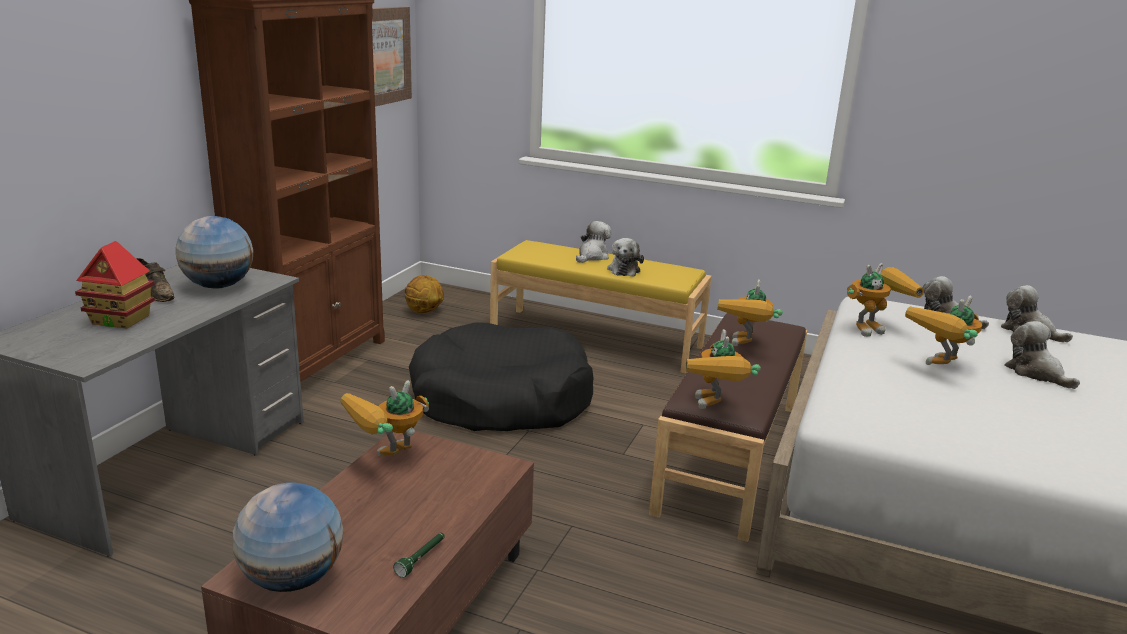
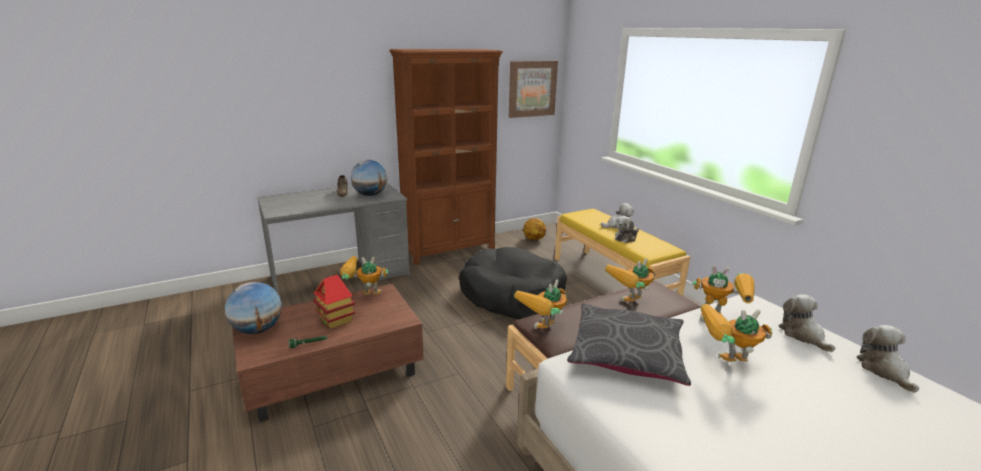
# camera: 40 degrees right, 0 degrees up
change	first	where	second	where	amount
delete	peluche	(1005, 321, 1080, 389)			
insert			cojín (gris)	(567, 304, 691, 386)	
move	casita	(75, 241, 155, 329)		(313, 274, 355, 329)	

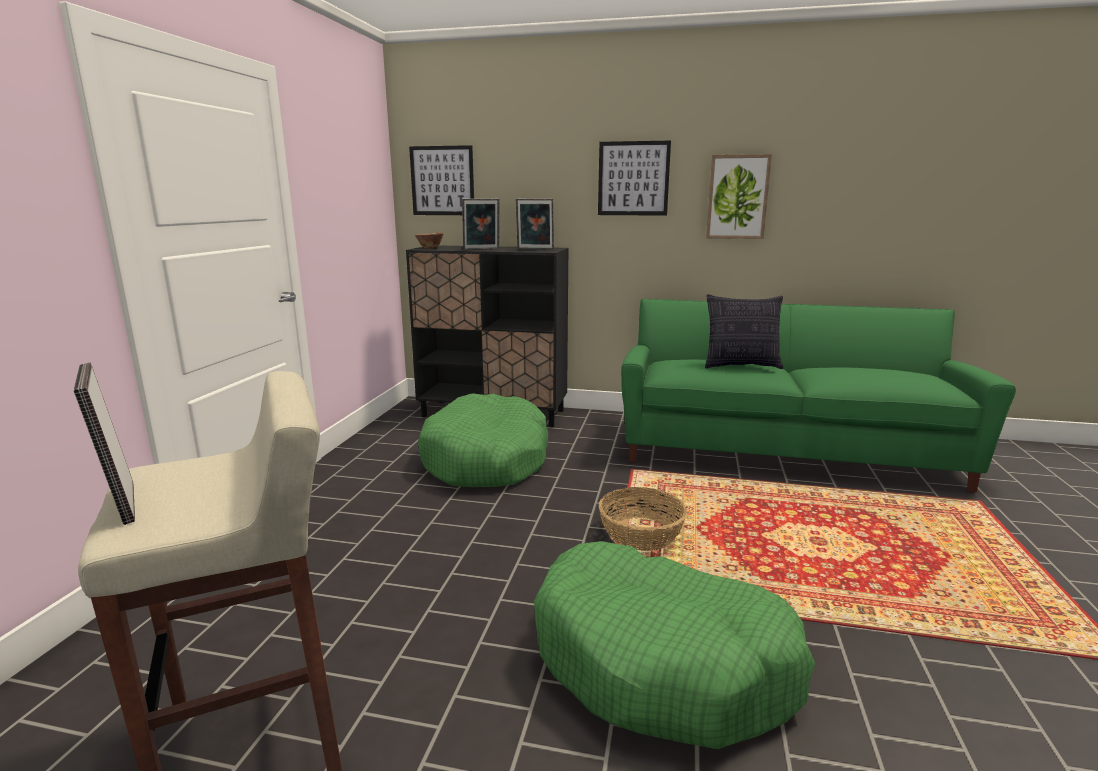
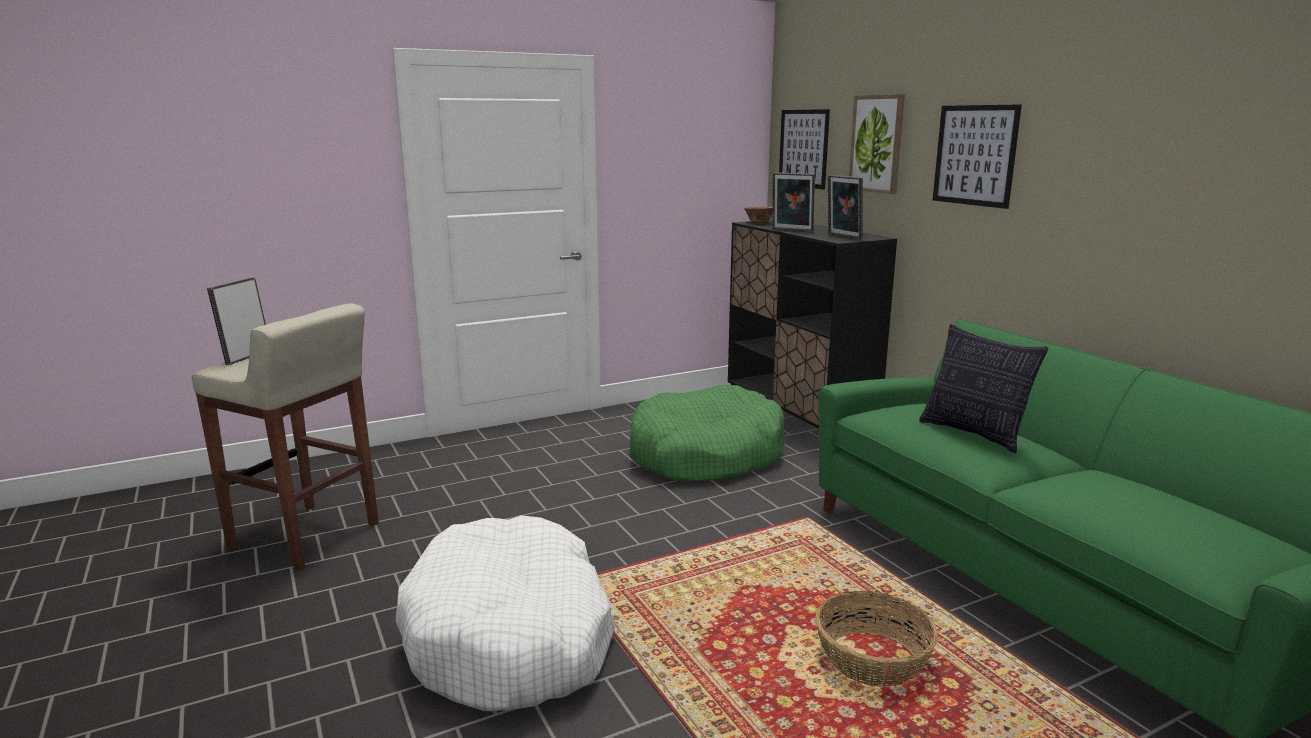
# camera: 50 degrees right, 0 degrees up
change	first	where	second	where	amount
move	cesta	(599, 487, 687, 551)		(815, 591, 938, 687)	
move	cuadro	(706, 154, 772, 239)		(849, 94, 905, 194)	
recolor	cama para perro (verde)	(534, 541, 815, 749)	cama para perro (blanco)	(395, 515, 615, 711)	

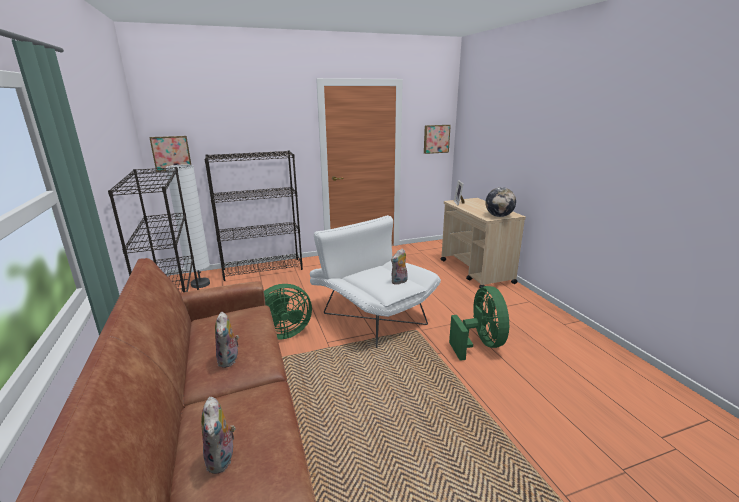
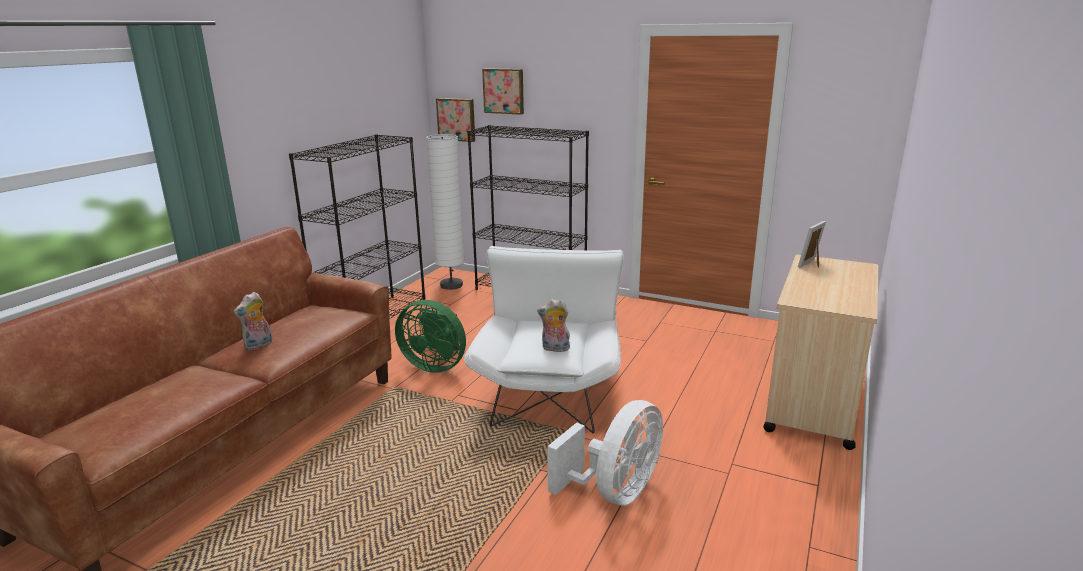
# camera: 45 degrees right, 0 degrees up
change	first	where	second	where	amount
delete	peluche	(201, 397, 235, 474)			
delete	globo terráqueo	(485, 187, 516, 217)			
move	cuadro	(424, 125, 451, 154)		(482, 68, 524, 115)	
recolor	ventilador (verde)	(449, 286, 509, 361)	ventilador (blanco)	(547, 400, 663, 506)	

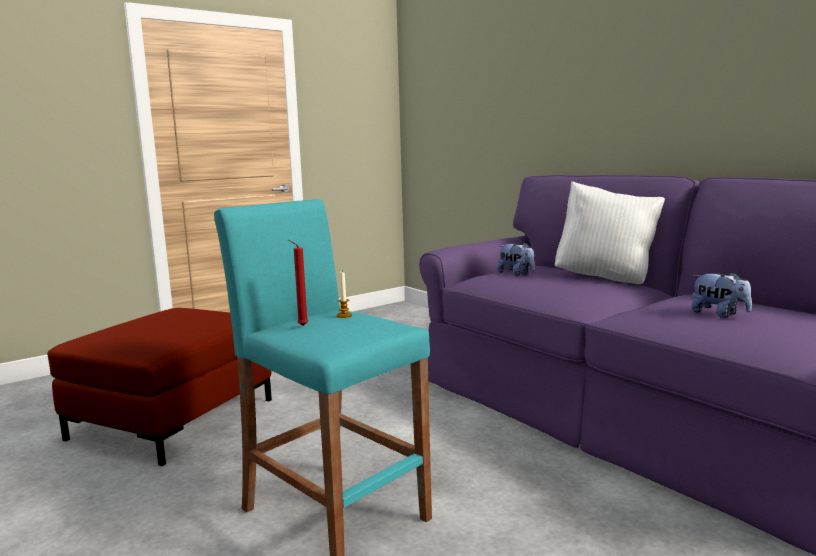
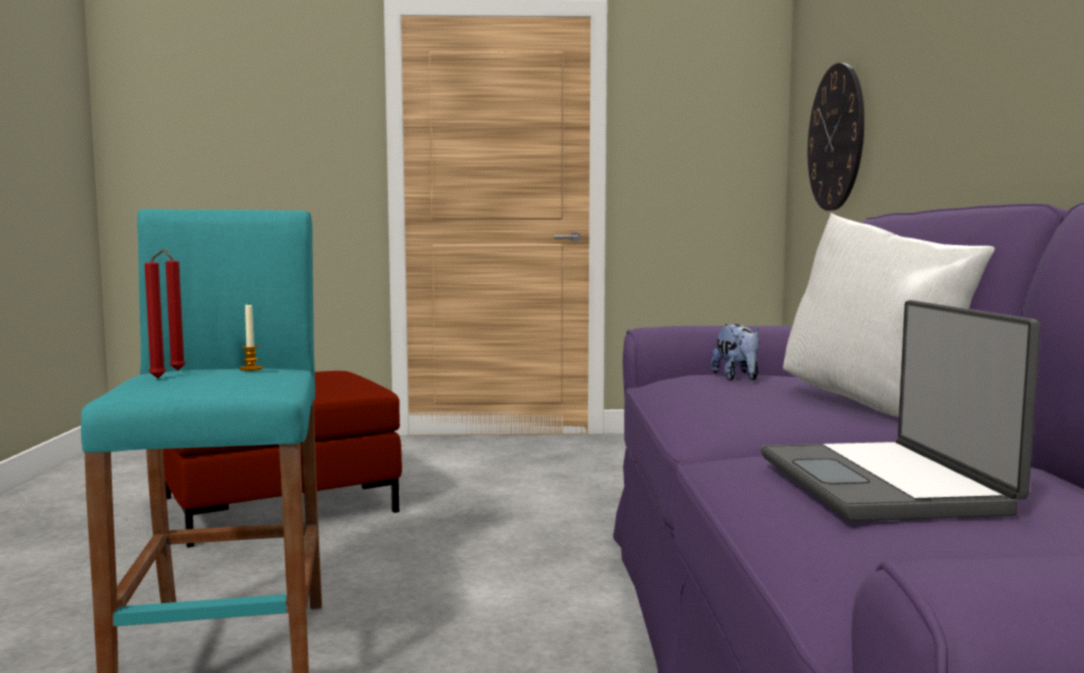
# camera: 35 degrees right, 5 degrees down
change	first	where	second	where	amount
insert			vela (rojo)	(145, 250, 166, 378)	
insert			reloj de pared	(808, 63, 864, 211)	
replace	peluche	(691, 272, 752, 318)	portátil	(761, 300, 1041, 521)	

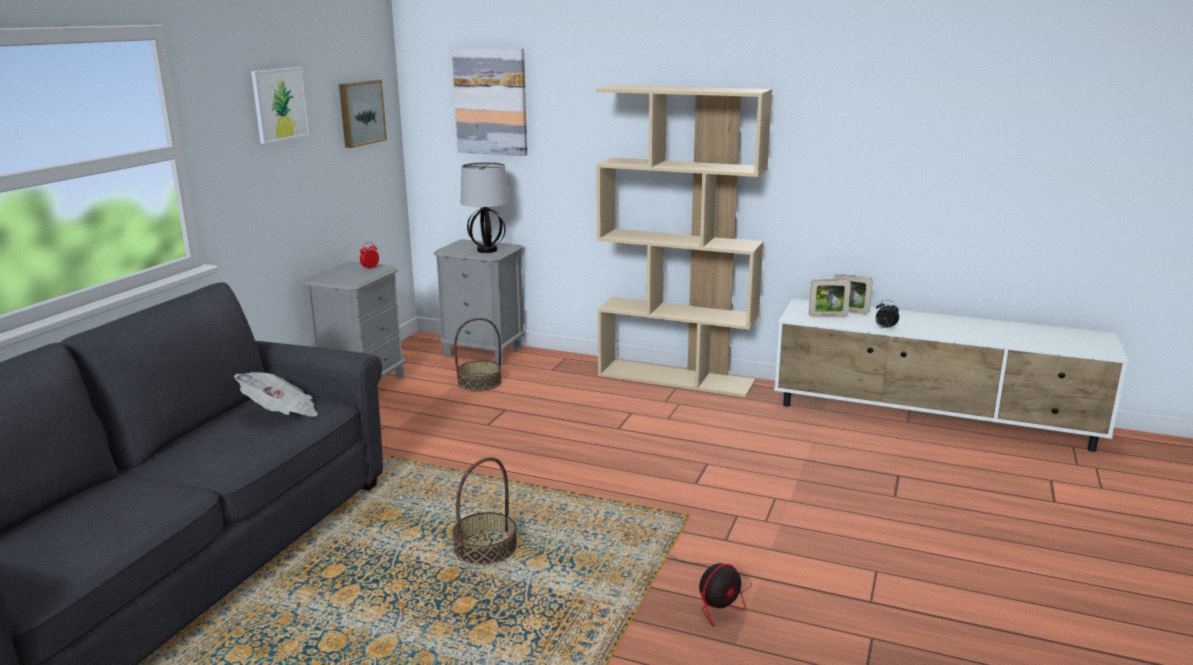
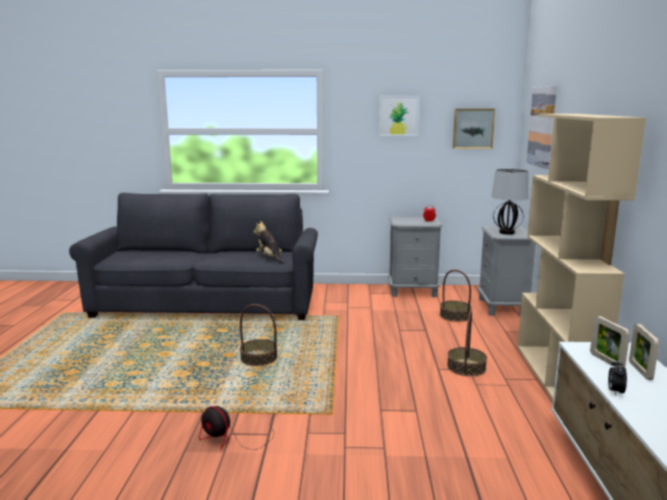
# camera: 70 degrees right, 5 degrees down
change	first	where	second	where	amount
insert			cesta	(447, 310, 487, 376)	
replace	periódico	(234, 372, 318, 417)	peluche	(254, 221, 285, 264)	

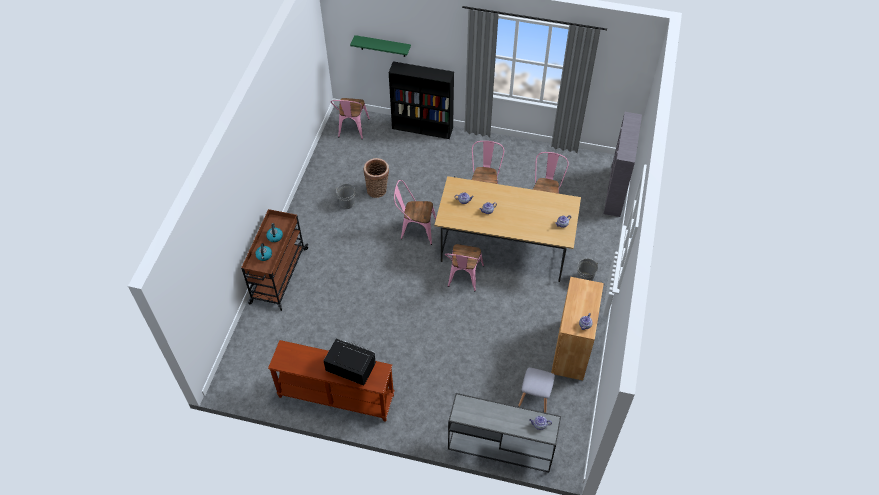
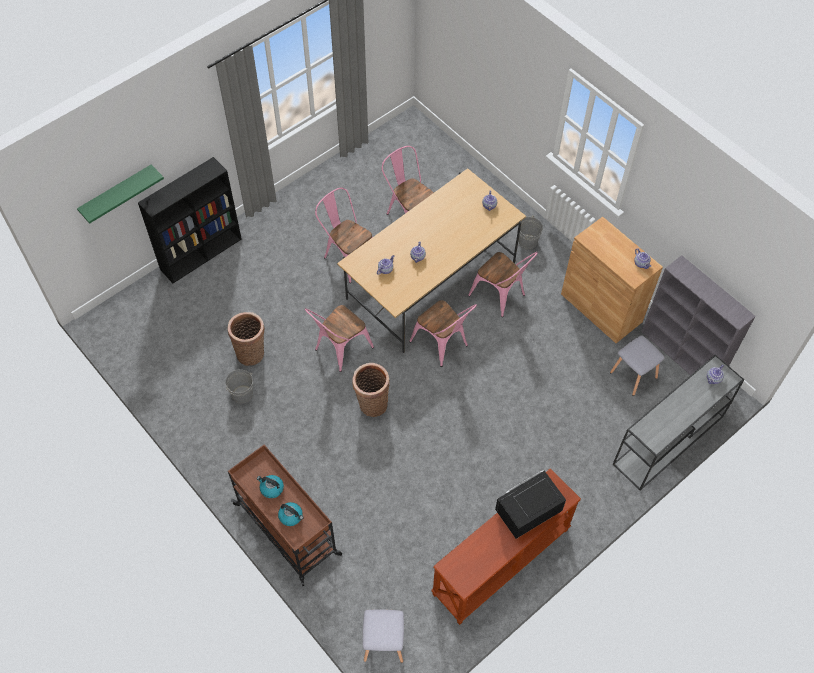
# camera: 55 degrees left, 5 degrees up
change	first	where	second	where	amount
insert			cesta	(353, 363, 390, 417)	
insert			taburete (gris)	(363, 609, 404, 663)	
move	silla (rosa)	(331, 98, 370, 139)		(468, 252, 538, 317)	
move	estantería (gris)	(604, 112, 642, 217)		(641, 255, 756, 375)	

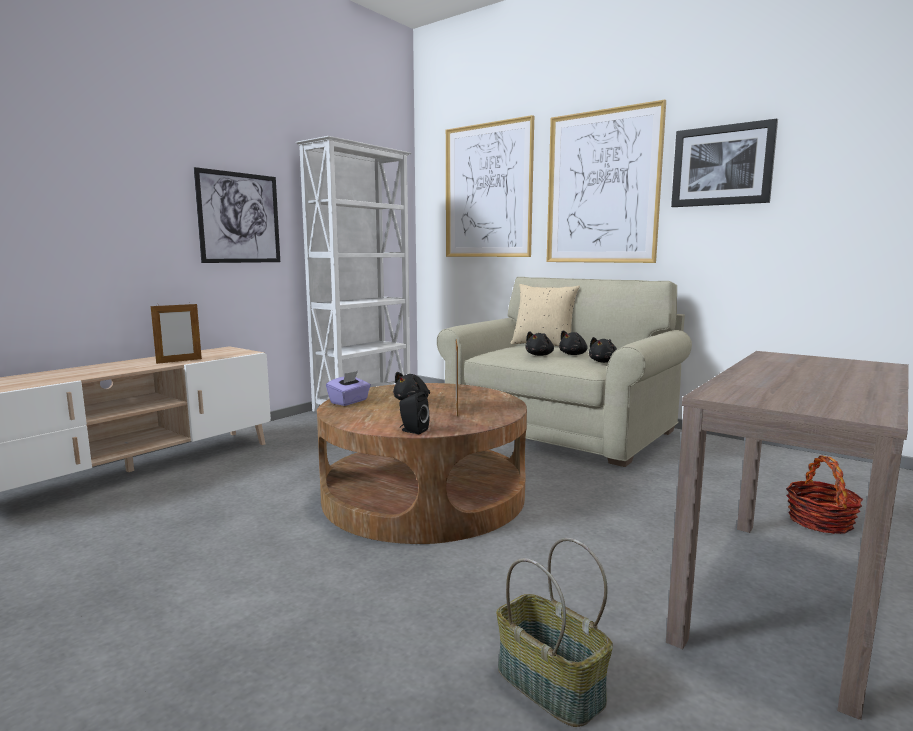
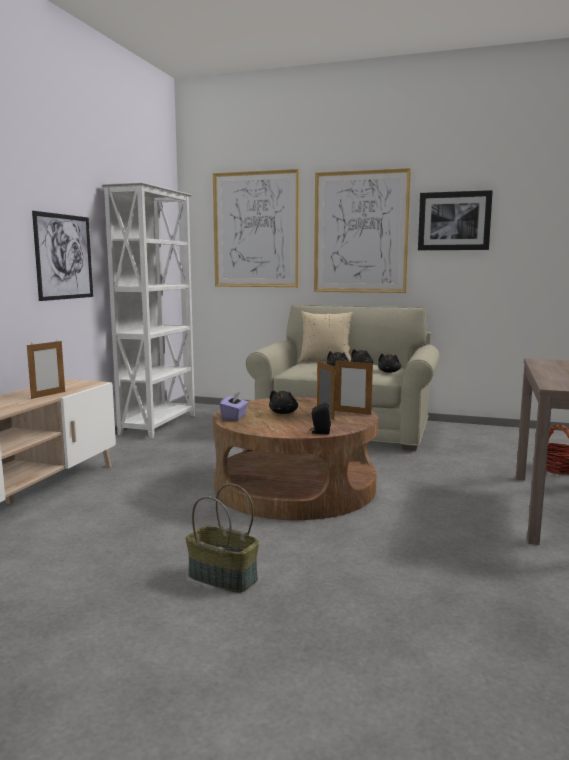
# camera: 20 degrees left, 0 degrees up
change	first	where	second	where	amount
insert			portarretratos	(335, 359, 373, 415)	
move	cesta	(497, 538, 613, 727)		(186, 484, 259, 593)	

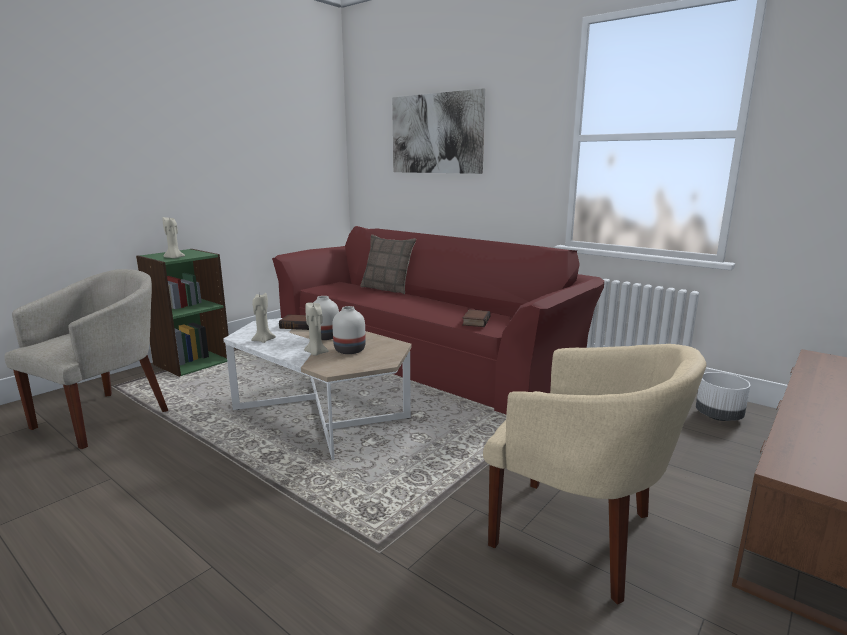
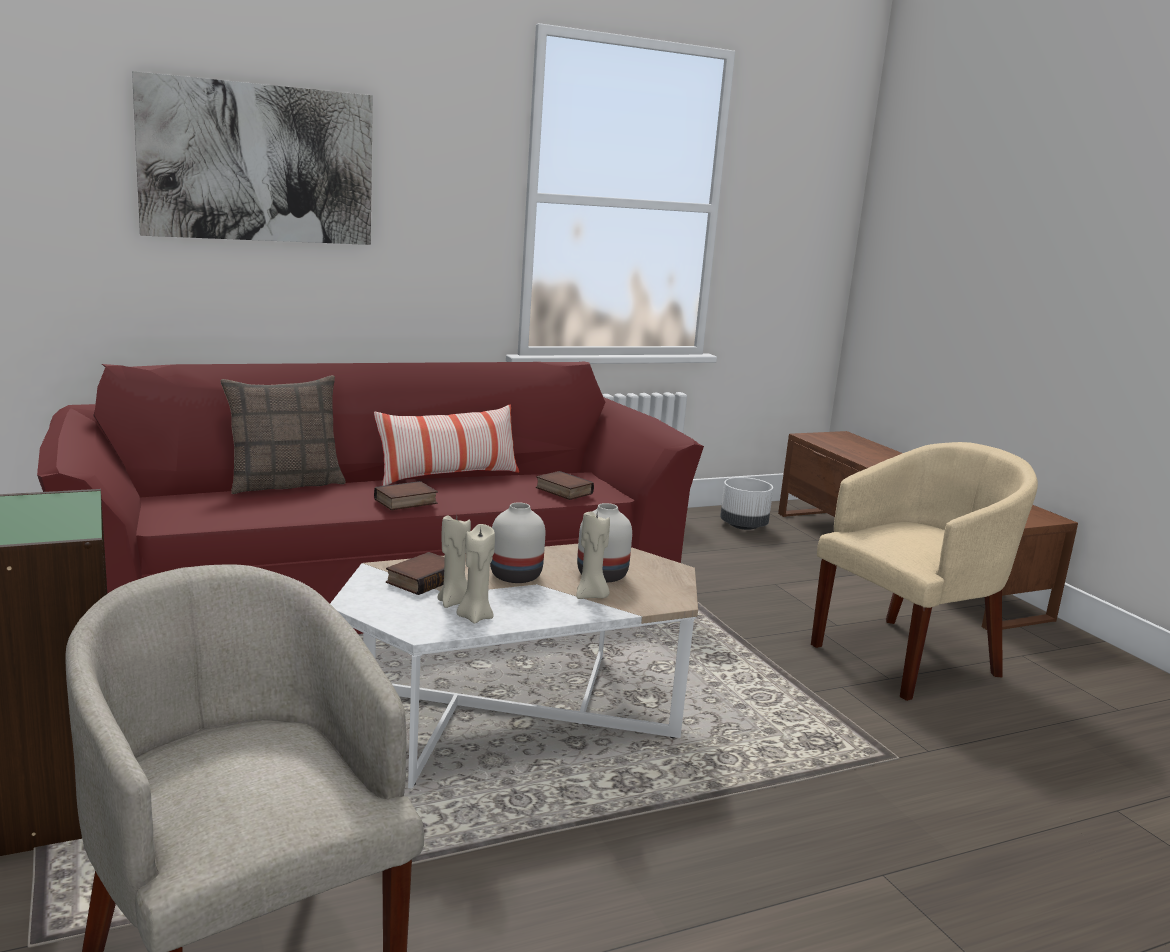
# camera: 65 degrees left, 0 degrees up
change	first	where	second	where	amount
insert			cojín	(374, 405, 519, 486)	
insert			libro	(374, 481, 438, 510)	
move	vela (beis)	(163, 217, 185, 258)		(437, 515, 471, 608)	

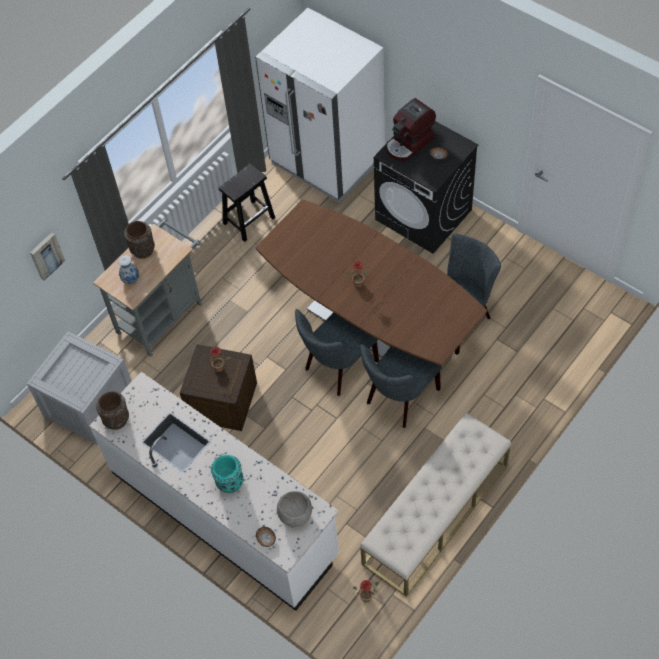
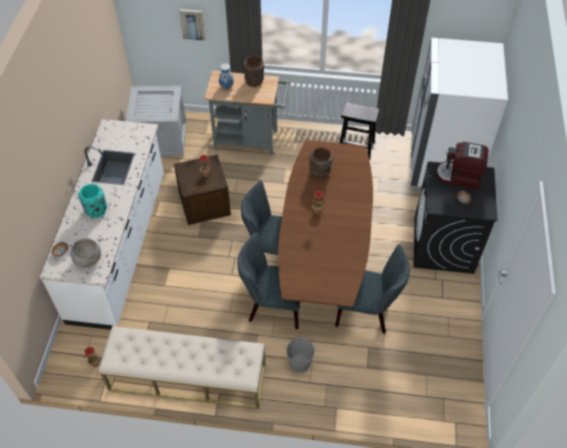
# camera: 55 degrees right, 5 degrees down
change	first	where	second	where	amount
insert			cubo (gris)	(287, 336, 315, 373)	
move	florero (marrón)	(96, 391, 129, 430)		(309, 147, 333, 179)	

